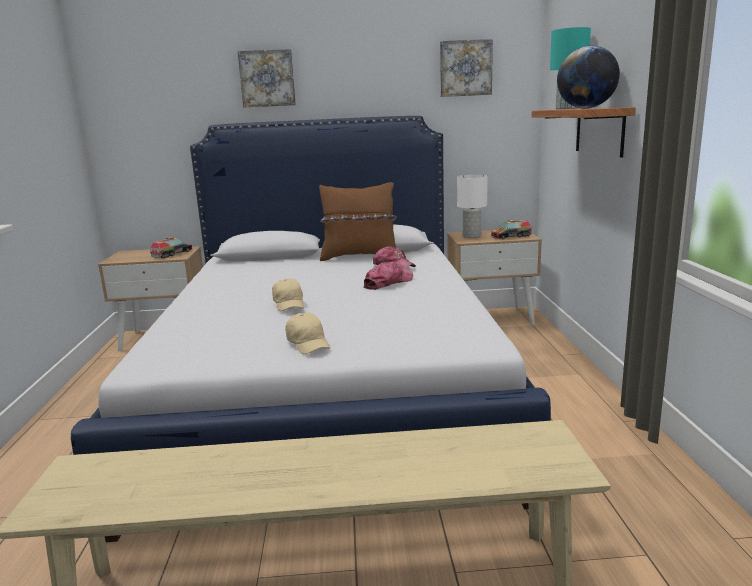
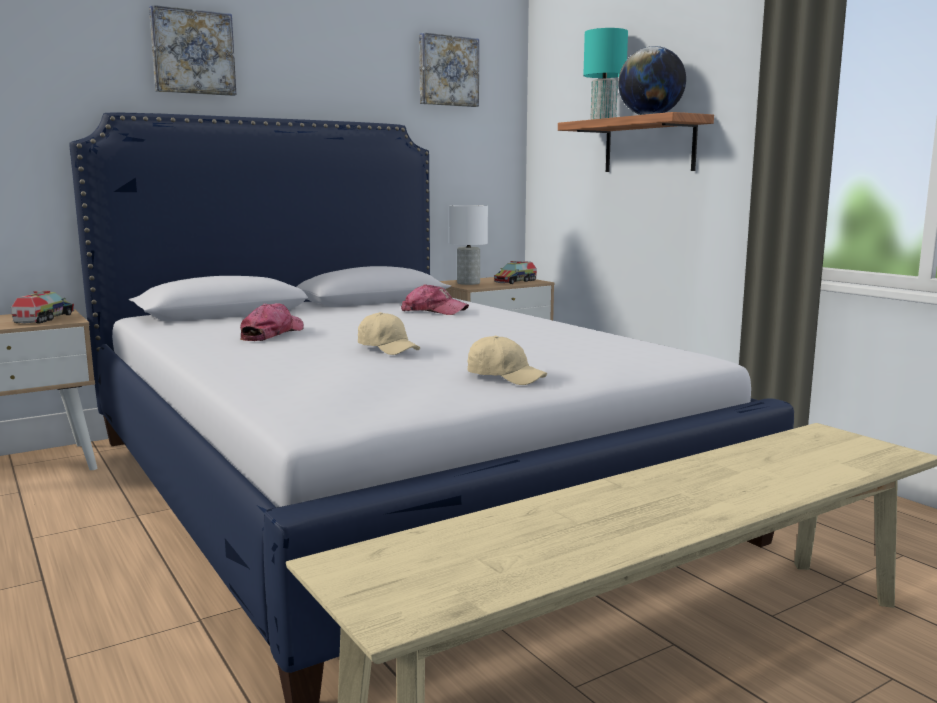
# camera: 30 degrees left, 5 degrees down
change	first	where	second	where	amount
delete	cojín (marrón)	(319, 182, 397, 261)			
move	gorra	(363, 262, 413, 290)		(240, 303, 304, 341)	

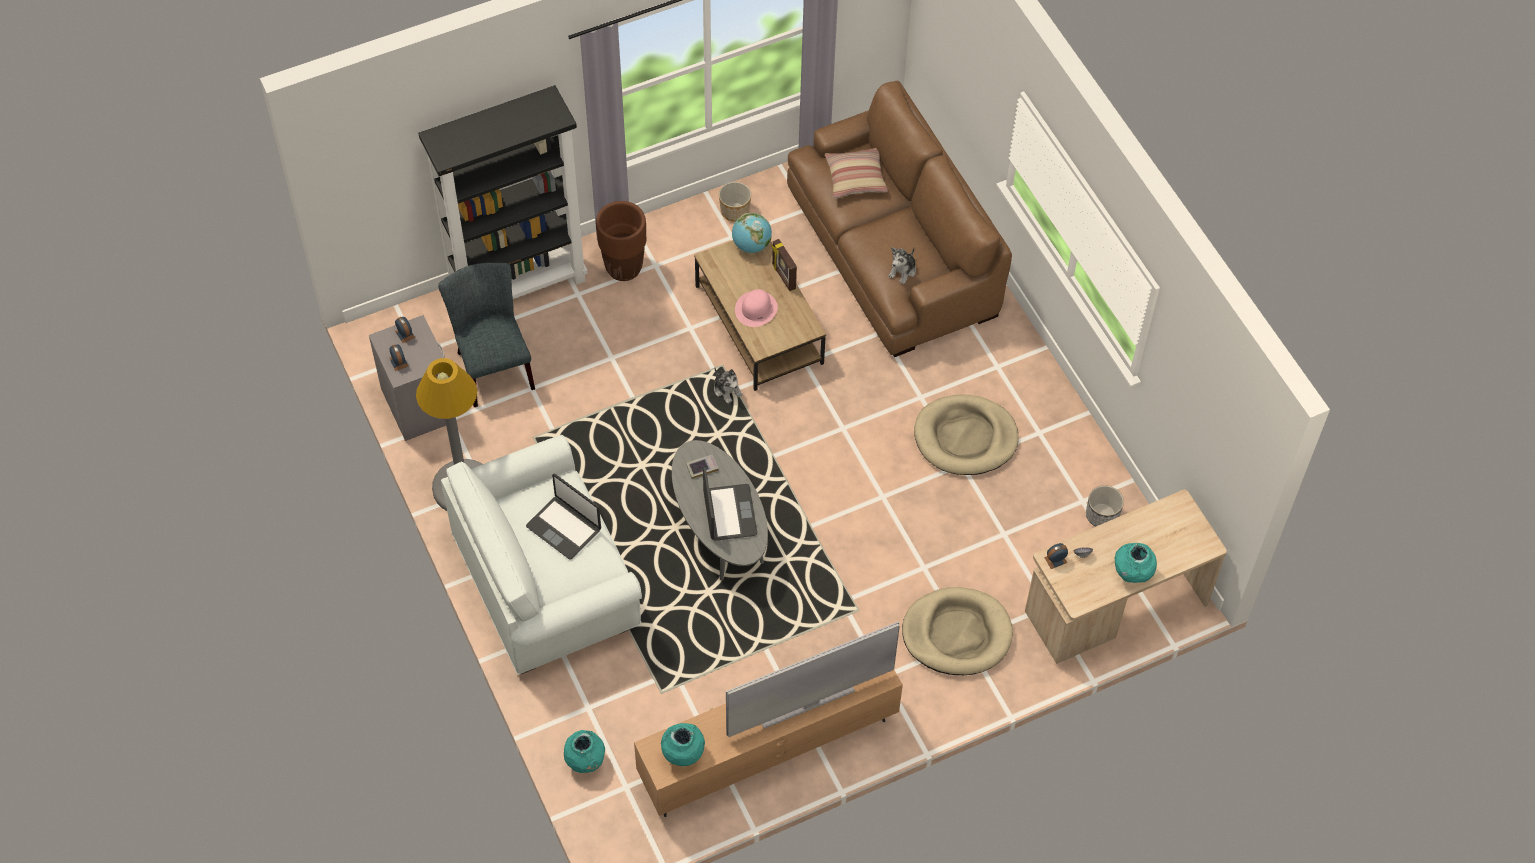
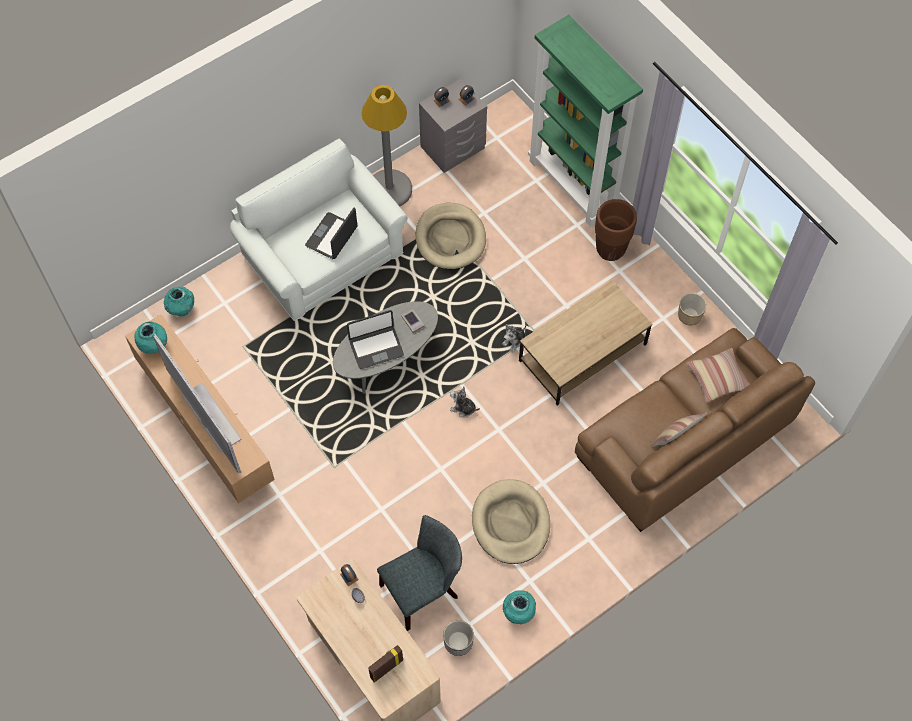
# camera: 80 degrees right, 5 degrees up
change	first	where	second	where	amount
delete	globo terráqueo	(732, 213, 772, 253)			
delete	sombrero (rosa)	(735, 289, 778, 327)			
insert			cojín	(651, 412, 707, 447)	
move	silla (gris)	(438, 263, 535, 407)		(377, 515, 462, 631)	
move	portarretratos	(772, 239, 797, 291)		(368, 645, 403, 683)	
move	peluche	(888, 247, 916, 284)		(450, 387, 480, 418)	
move	cama para perro (beis)	(902, 587, 1013, 675)		(415, 203, 486, 269)	
move	florero (turquesa)	(1115, 543, 1157, 583)		(503, 590, 536, 624)	
recolor	estantería (negro)	(418, 85, 588, 299)	estantería (verde)	(528, 15, 643, 227)	

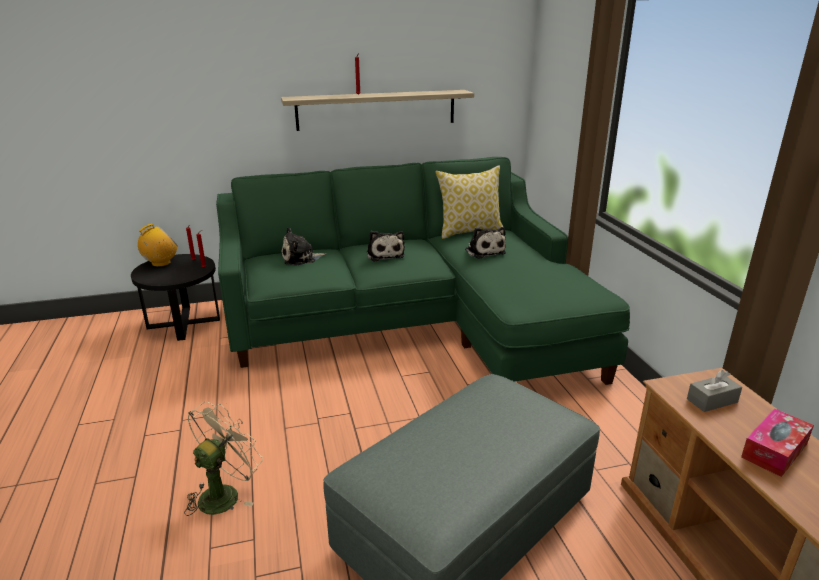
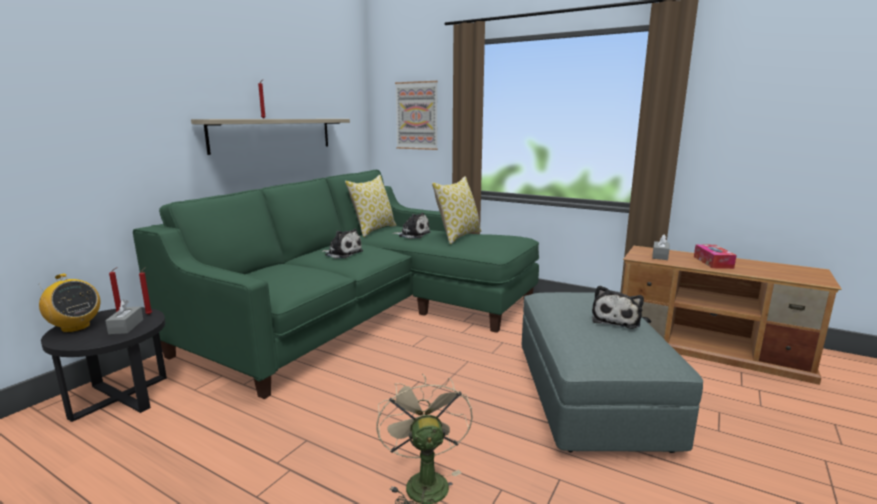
# camera: 45 degrees left, 10 degrees down
change	first	where	second	where	amount
insert			caja de pañuelos (gris)	(105, 299, 143, 334)	
insert			cuadro	(395, 81, 438, 150)	
insert			cojín	(432, 176, 482, 244)	
move	peluche	(281, 227, 327, 266)		(592, 286, 644, 329)	
rotate	radio	(138, 224, 178, 267)		(39, 274, 100, 333)	120 degrees clockwise

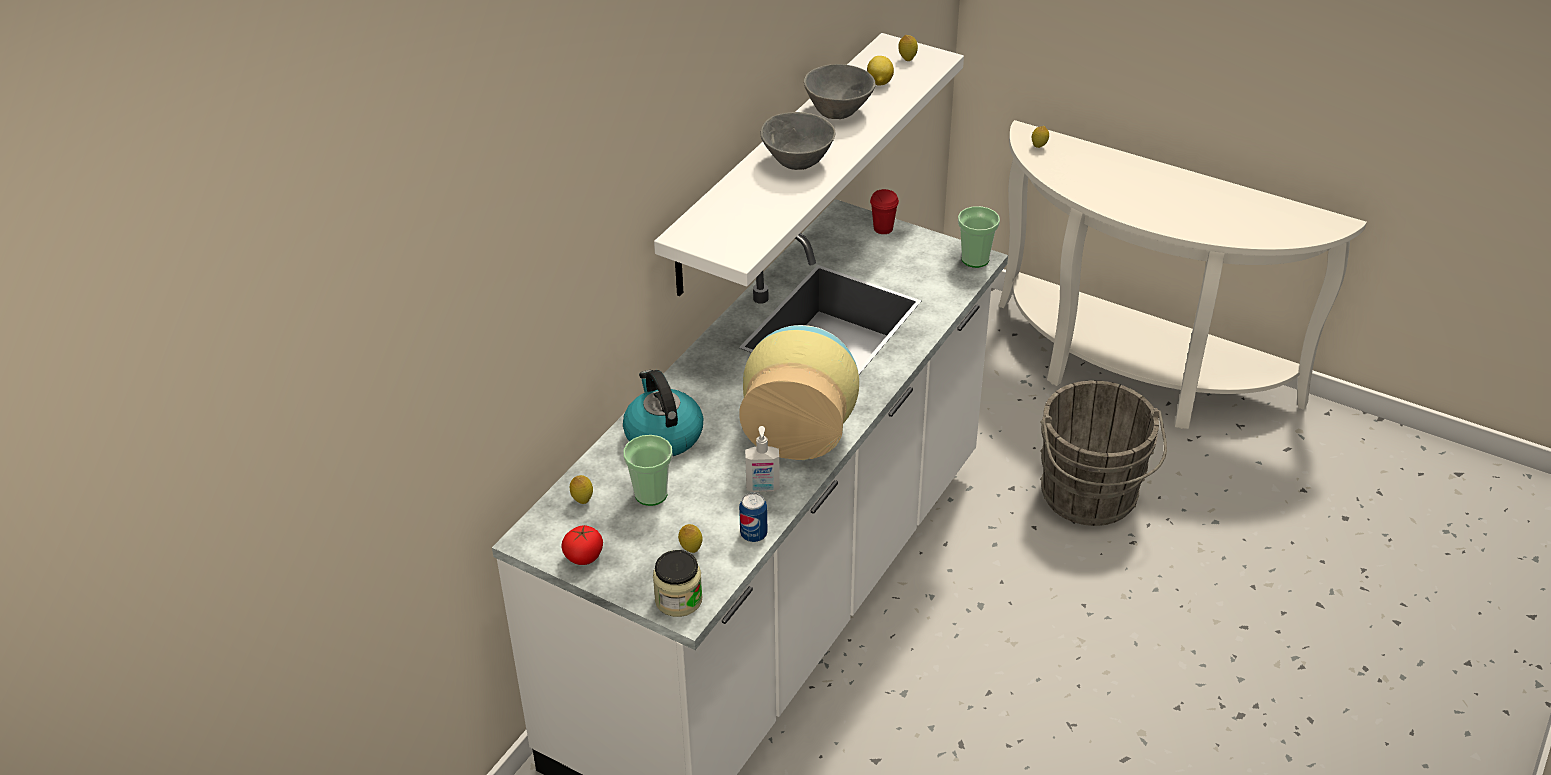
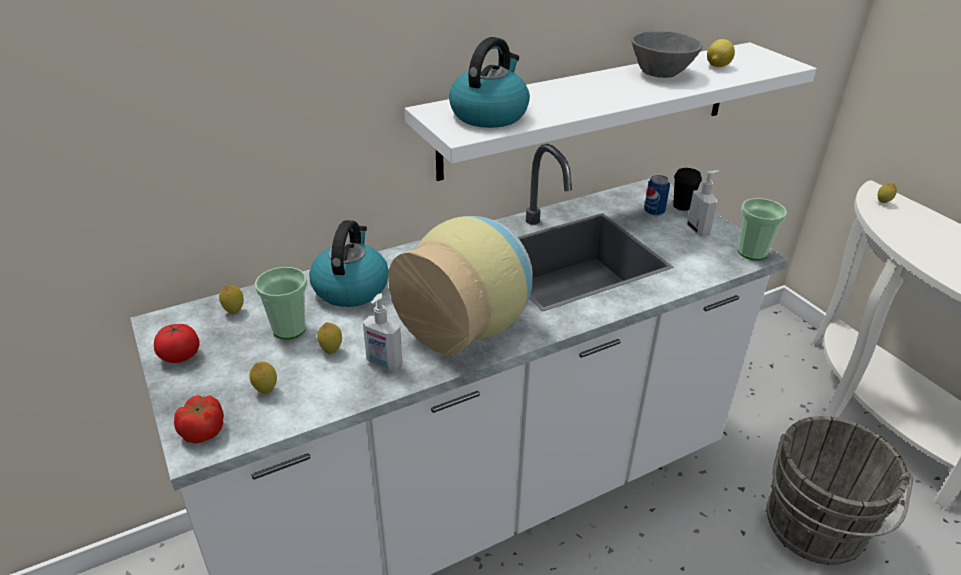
# camera: 30 degrees right, 5 degrees down
change	first	where	second	where	amount
delete	cuenco (gris)	(760, 112, 835, 170)			
insert			hervidor	(449, 37, 530, 128)	
insert			dispensador de jabón	(687, 170, 719, 236)	
move	lata	(739, 493, 768, 542)		(644, 175, 670, 216)	
move	limón	(898, 35, 918, 61)		(317, 322, 342, 354)	
replace	tarro	(653, 550, 703, 617)	tomate	(174, 395, 224, 443)	
recolor	taza (rojo)	(870, 189, 899, 234)	taza (negro)	(673, 168, 702, 211)	

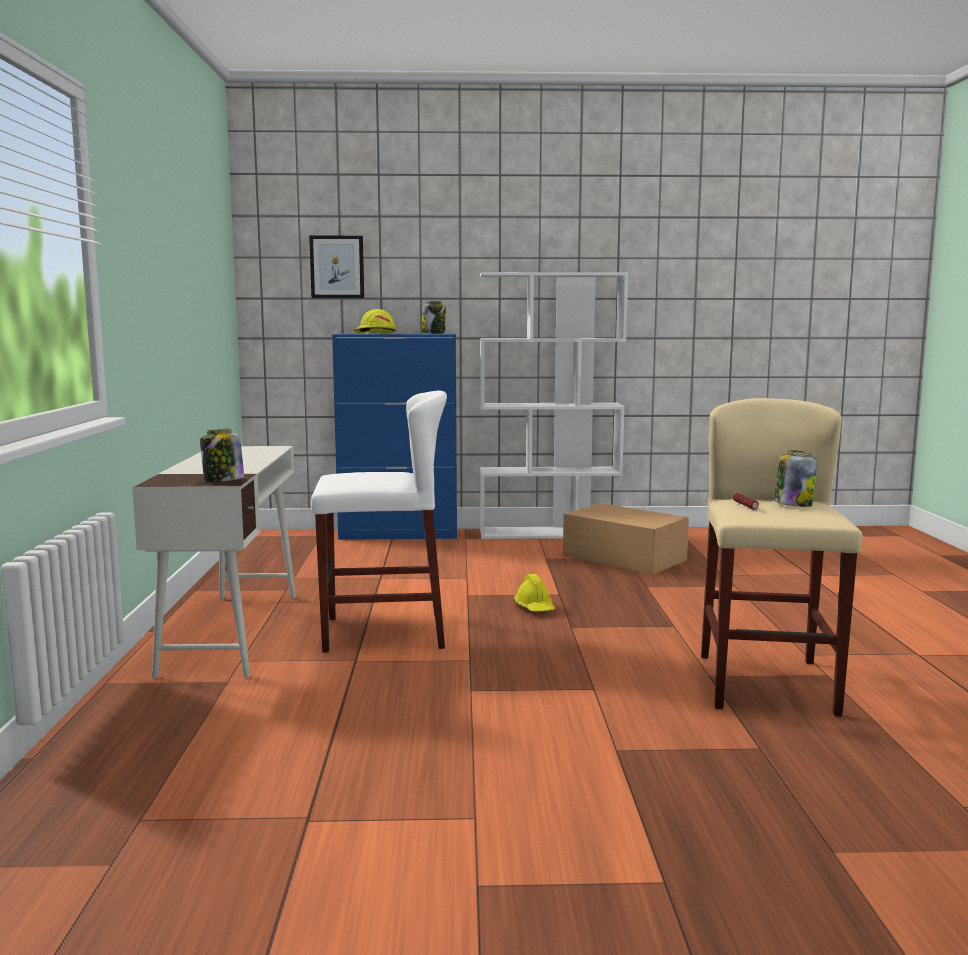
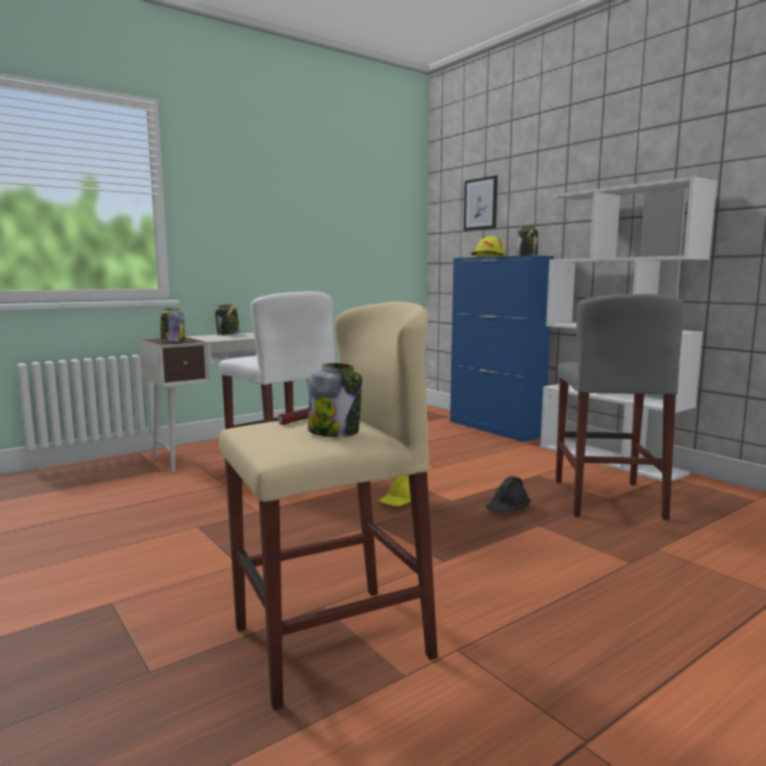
# camera: 55 degrees right, 0 degrees up
change	first	where	second	where	amount
insert			tarro	(215, 304, 240, 335)	
insert			casco (negro)	(485, 476, 531, 514)	
replace	caja de cartón	(563, 503, 689, 575)	taburete (gris)	(556, 294, 684, 520)	

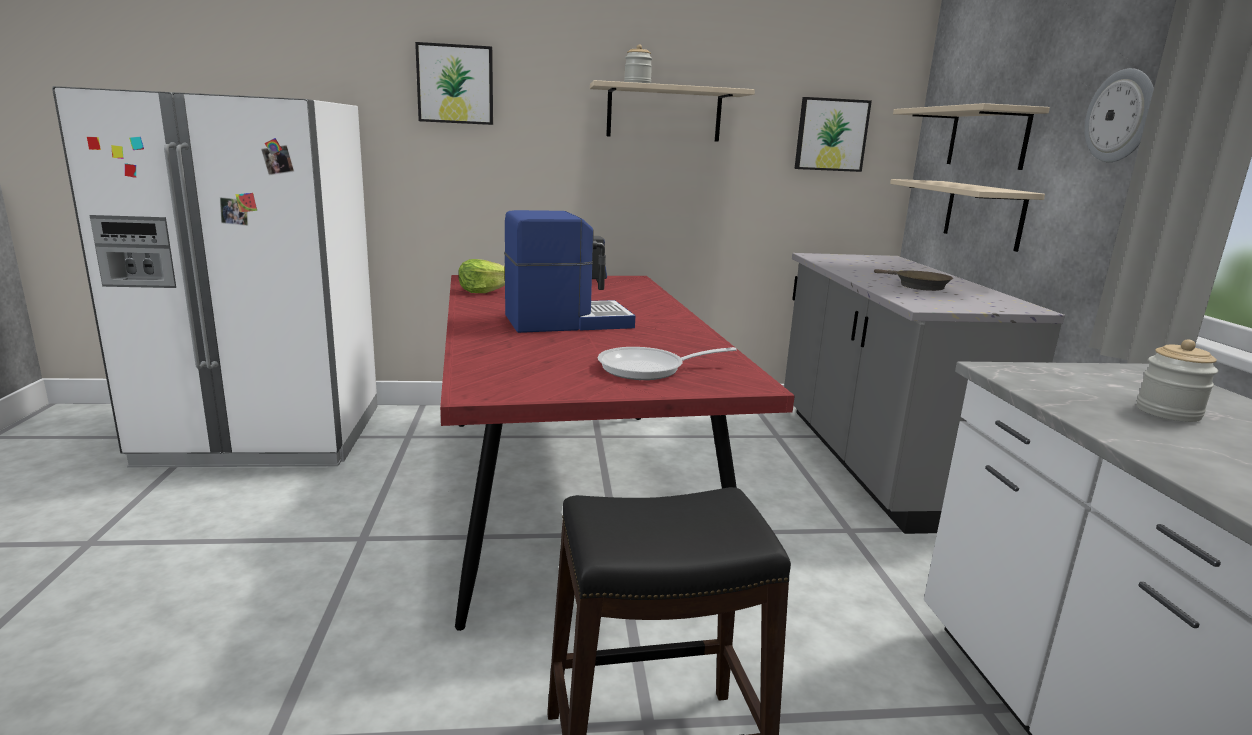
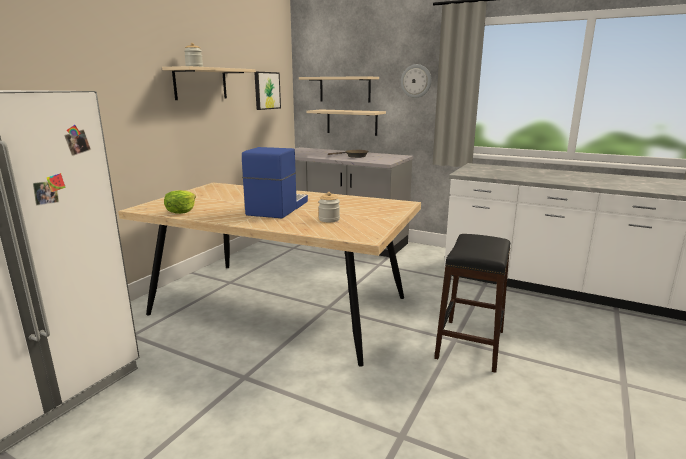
# camera: 55 degrees left, 0 degrees up
change	first	where	second	where	amount
delete	cuadro	(415, 42, 493, 125)			
delete	sartén	(598, 347, 737, 380)			
move	tarro	(1137, 339, 1218, 422)		(318, 192, 340, 222)	
recolor	mesa de comedor (rojo)	(440, 275, 795, 631)	mesa de comedor (beis)	(118, 183, 421, 366)	

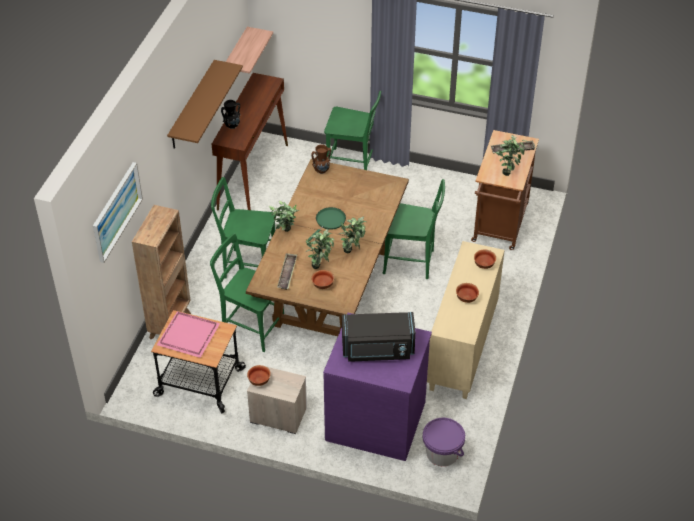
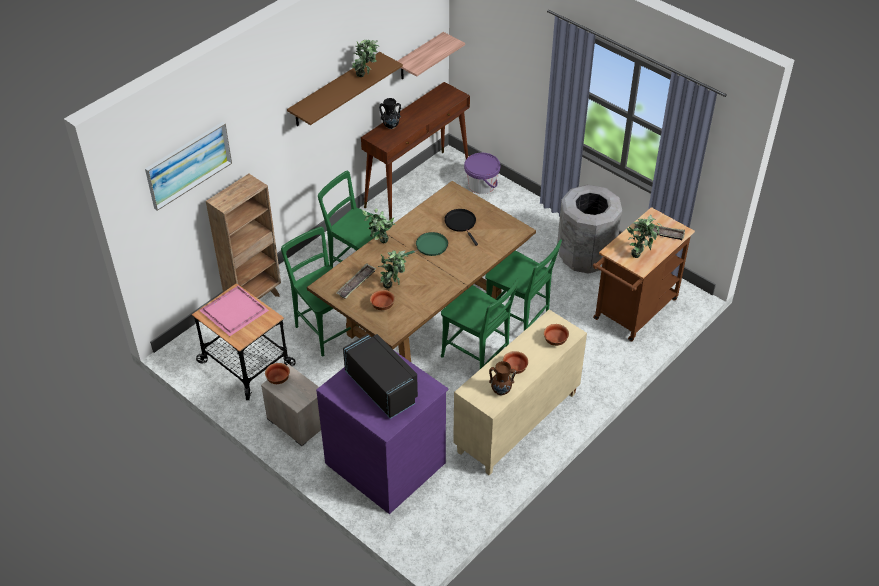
# camera: 25 degrees right, 0 degrees up
change	first	where	second	where	amount
insert			sartén (negro)	(444, 209, 478, 246)	
insert			papelera (gris)	(557, 185, 622, 274)	
move	florero (marrón)	(311, 144, 331, 174)		(489, 361, 516, 395)	
move	silla (verde)	(324, 91, 381, 170)		(441, 278, 519, 369)	
move	planta en maceta	(339, 217, 367, 253)		(351, 40, 379, 77)	
move	cubo (morado)	(423, 418, 465, 466)		(464, 153, 500, 194)	
rotate	microondas (negro)	(342, 312, 416, 362)		(343, 334, 418, 419)	150 degrees counterclockwise

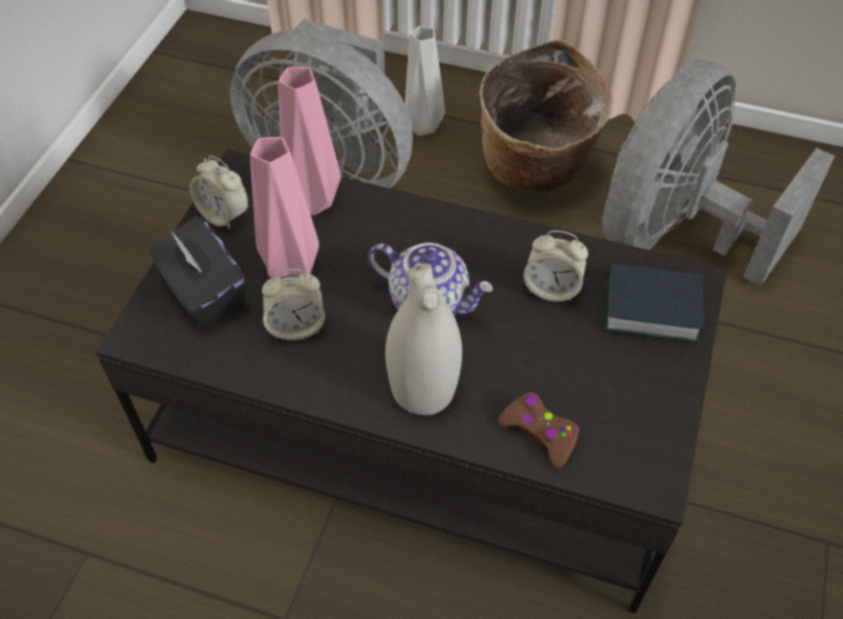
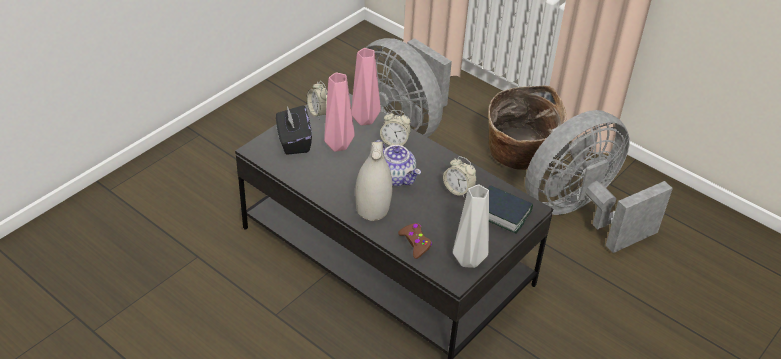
# camera: 20 degrees right, 10 degrees down
change	first	where	second	where	amount
move	despertador	(262, 269, 325, 340)		(380, 110, 411, 147)	
move	florero (gris)	(405, 26, 445, 136)		(453, 184, 489, 268)	

